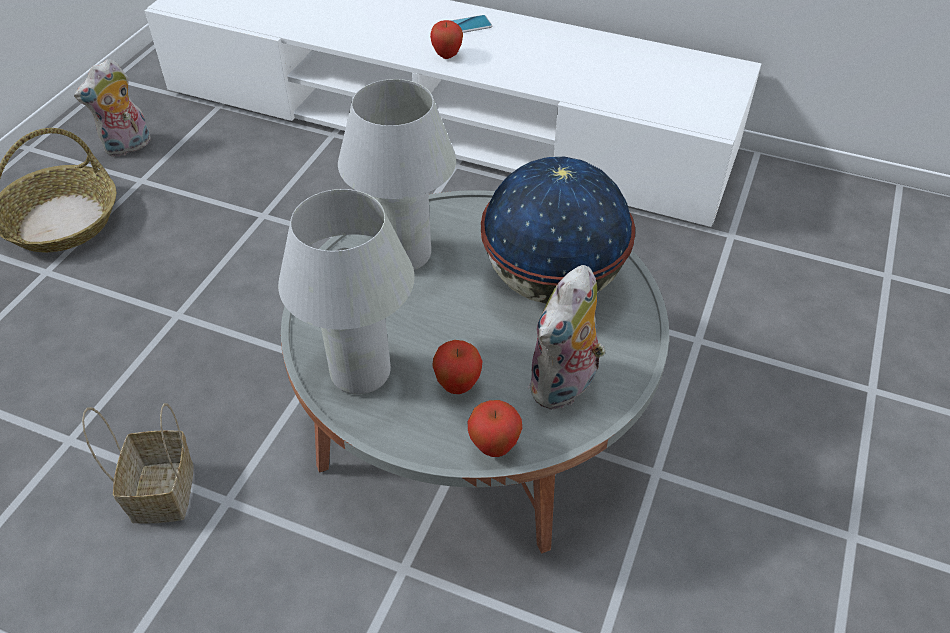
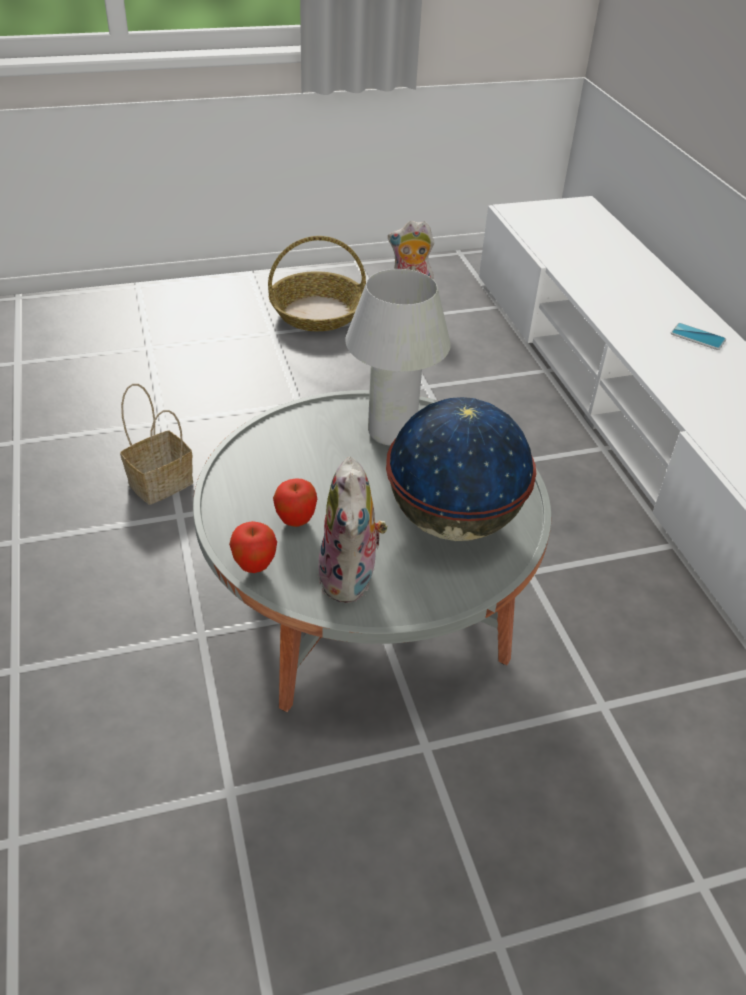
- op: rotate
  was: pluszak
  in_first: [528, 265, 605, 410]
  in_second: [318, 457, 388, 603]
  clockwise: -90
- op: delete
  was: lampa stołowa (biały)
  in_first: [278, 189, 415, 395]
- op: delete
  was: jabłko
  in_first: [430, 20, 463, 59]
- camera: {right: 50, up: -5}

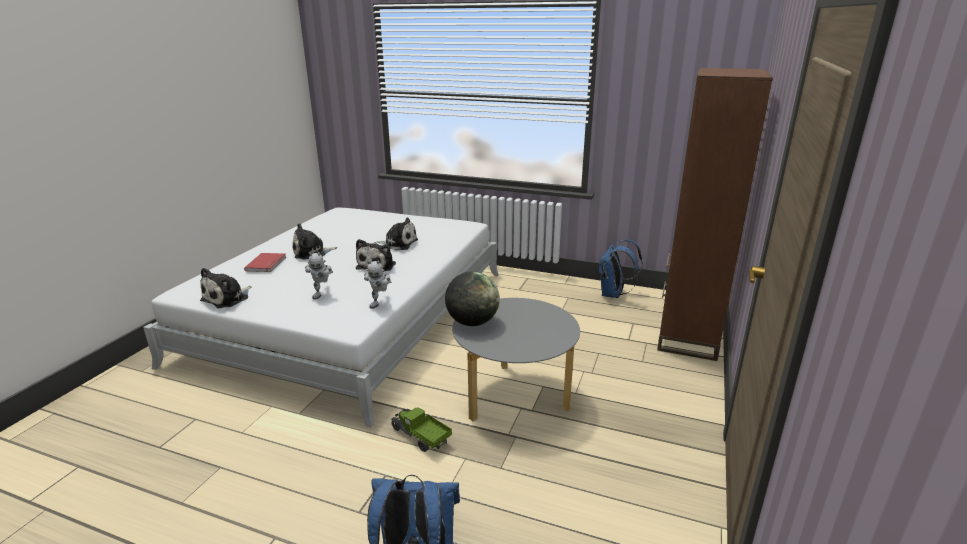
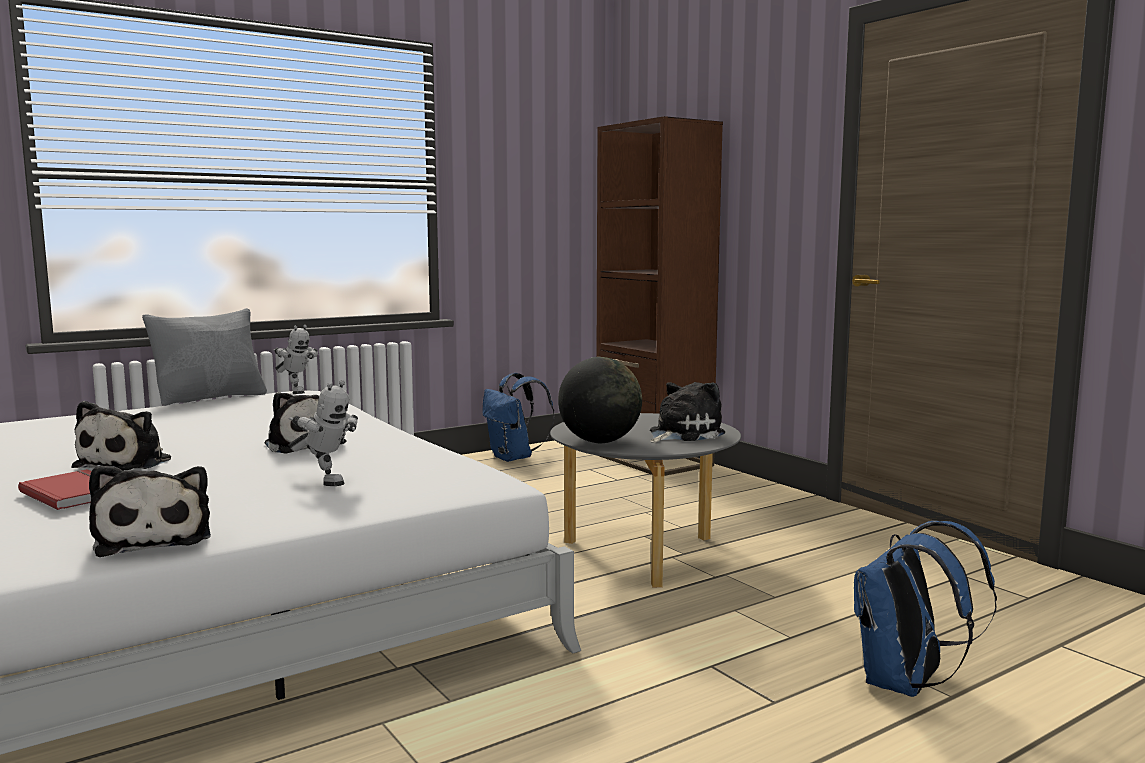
- op: insert
  now: poduszka (szary)
  in_second: [142, 308, 267, 406]
- op: move
  was: robot zabawkowy
  in_first: [364, 260, 392, 309]
  in_second: [273, 325, 318, 394]
- op: move
  was: pluszak
  in_first: [375, 217, 418, 250]
  in_second: [650, 382, 725, 443]
- op: delete
  was: ciężarówka zabawkowa
  in_first: [391, 407, 452, 452]
- camera: {right: -55, up: -15}

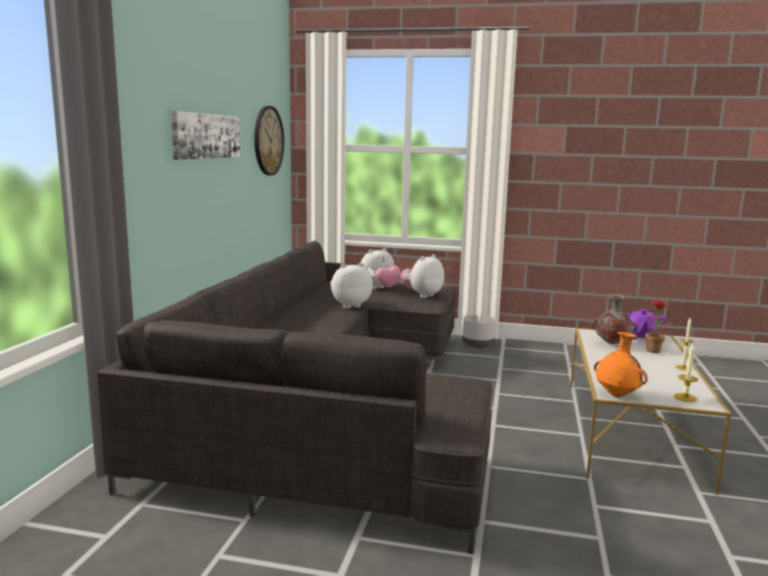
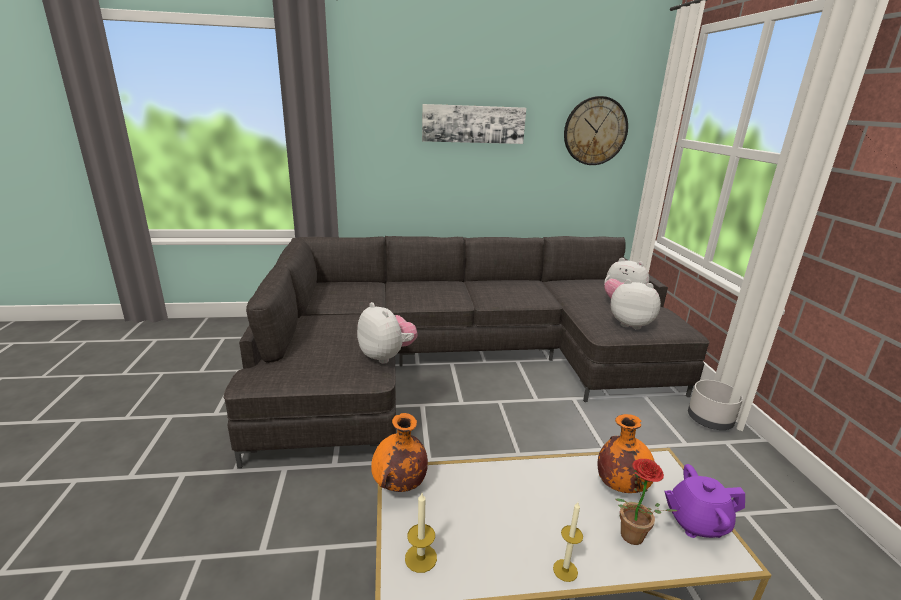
- op: move
  was: pluszak
  in_first: [330, 263, 373, 308]
  in_second: [357, 302, 417, 364]
- op: recolor
  was: wazon (szary)
  now: wazon (pomarańczowy)
  in_first: [592, 294, 637, 344]
  in_second: [597, 414, 655, 493]
- camera: {right: 70, up: 10}

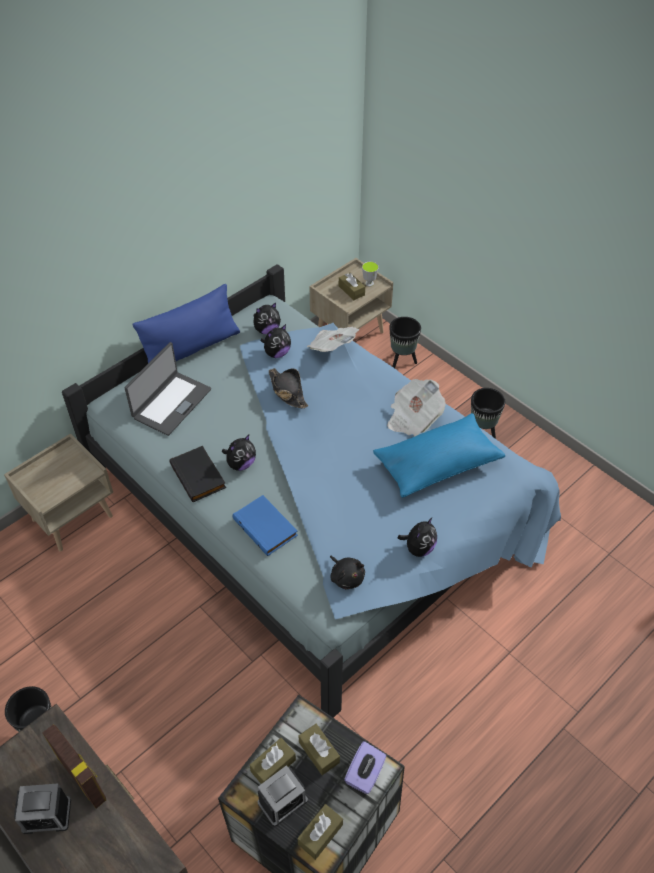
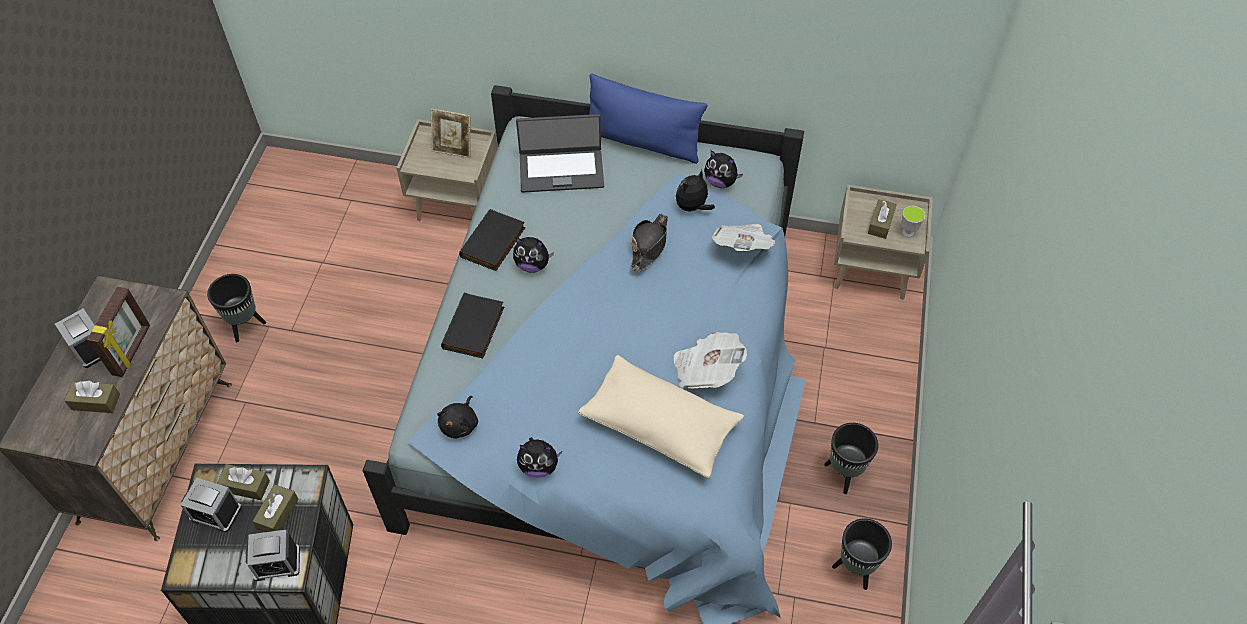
- op: move
  was: pudełko chusteczek (brązowy)
  in_first: [297, 804, 343, 860]
  in_second: [64, 381, 120, 413]
- op: replace
  was: pudełko chusteczek (fioletowy)
  now: budzik
  in_first: [344, 741, 386, 794]
  in_second: [246, 530, 300, 581]
- op: insert
  now: ramka na zdjęcie
  in_second: [431, 108, 470, 158]
- op: recolor
  was: książka (niebieski)
  now: książka (czarny)
  in_first: [233, 495, 298, 556]
  in_second: [441, 293, 504, 358]
- op: recolor
  was: poduszka (niebieski)
  now: poduszka (beżowy)
  in_first: [373, 413, 505, 498]
  in_second: [578, 355, 744, 479]
- op: rotate
  was: pluszak
  in_first: [261, 324, 291, 358]
  in_second: [676, 170, 715, 212]
  clockwise: 120
- op: move
  was: donica (czarny)
  in_first: [389, 317, 421, 368]
  in_second: [832, 518, 892, 590]
- camera: {right: 55, up: 5}

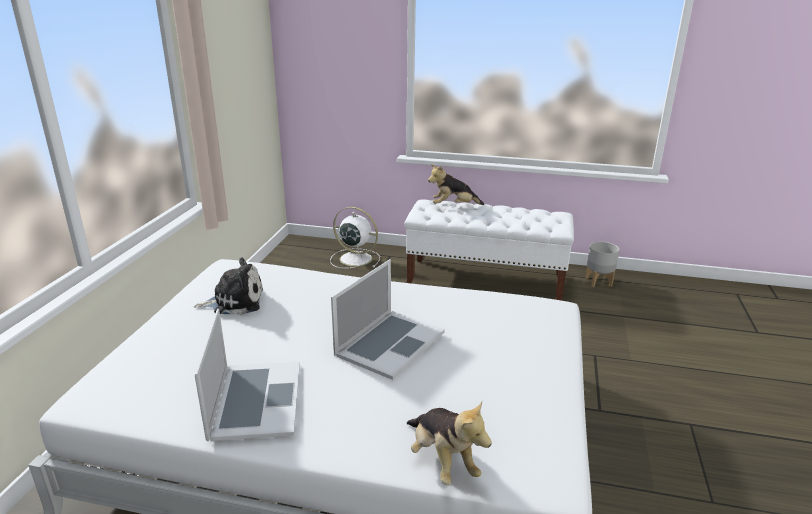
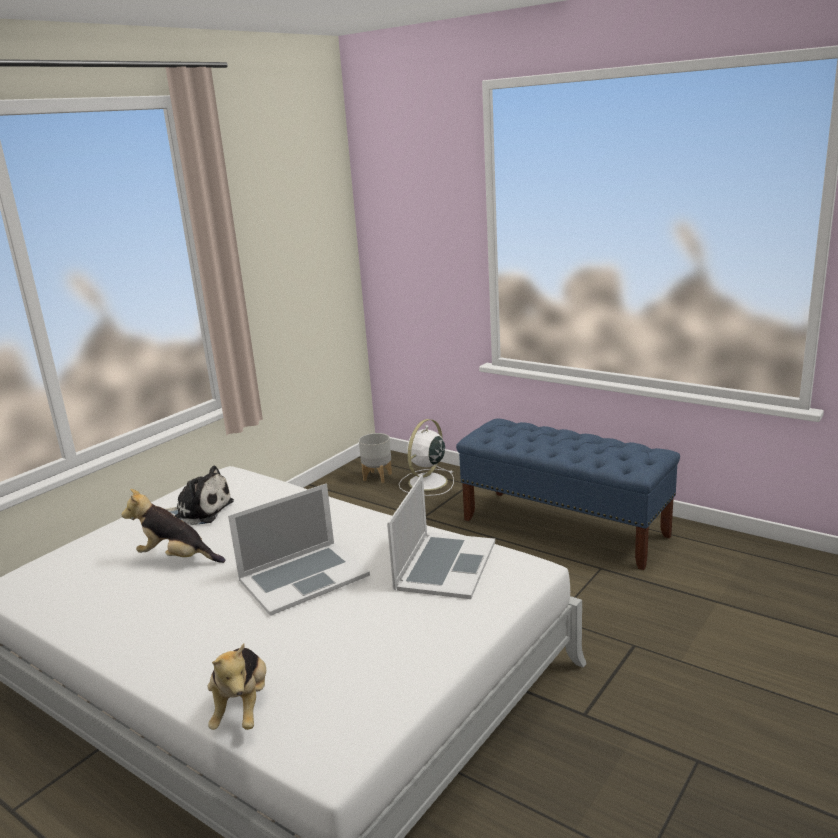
- op: move
  was: pluszak
  in_first: [428, 164, 484, 205]
  in_second: [121, 489, 225, 563]
- op: move
  was: donica (szary)
  in_first: [586, 241, 619, 287]
  in_second: [359, 433, 392, 483]
- op: move
  was: laptop
  in_first: [195, 309, 300, 441]
  in_second: [387, 474, 495, 599]
- op: rotate
  was: wentylator (biały)
  in_first: [330, 207, 380, 268]
  in_second: [399, 419, 454, 496]
  clockwise: -105
- op: recolor
  was: ławka (biały)
  now: ławka (niebieski)
  in_first: [404, 200, 574, 301]
  in_second: [456, 419, 680, 570]
- camera: {right: 25, up: -5}

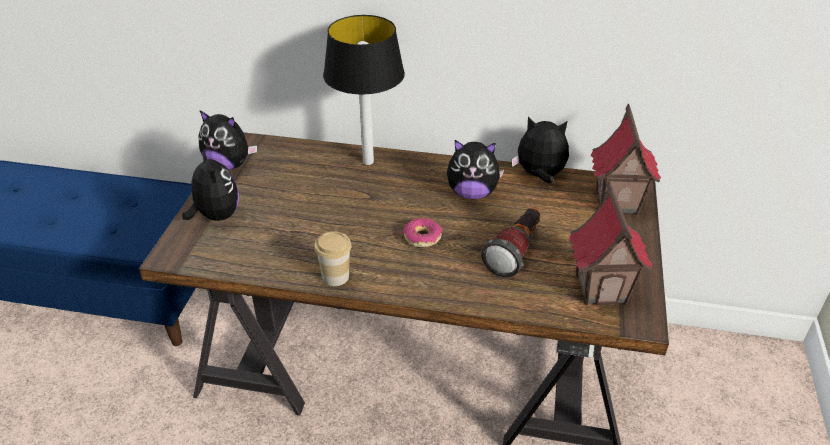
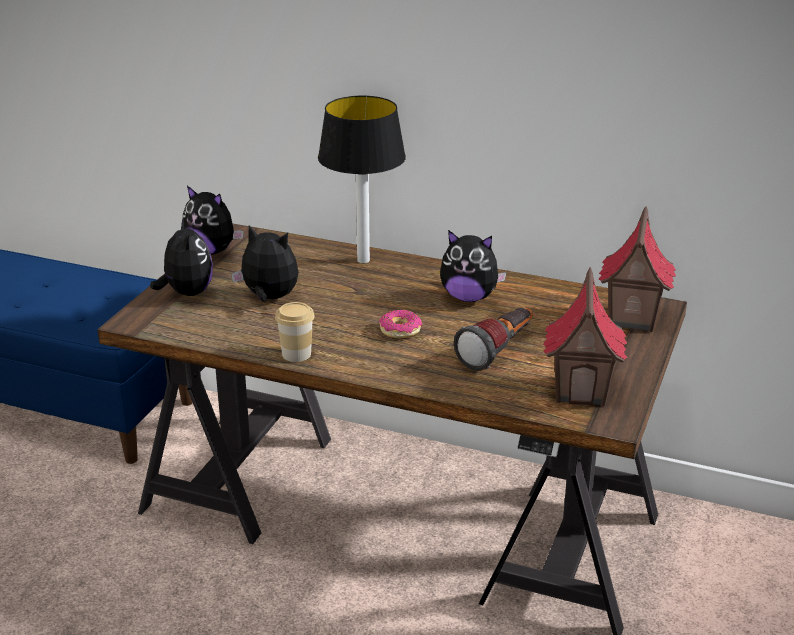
- op: move
  was: pluszak
  in_first: [511, 116, 569, 183]
  in_second: [231, 225, 299, 302]
- camera: {right: 10, up: -10}

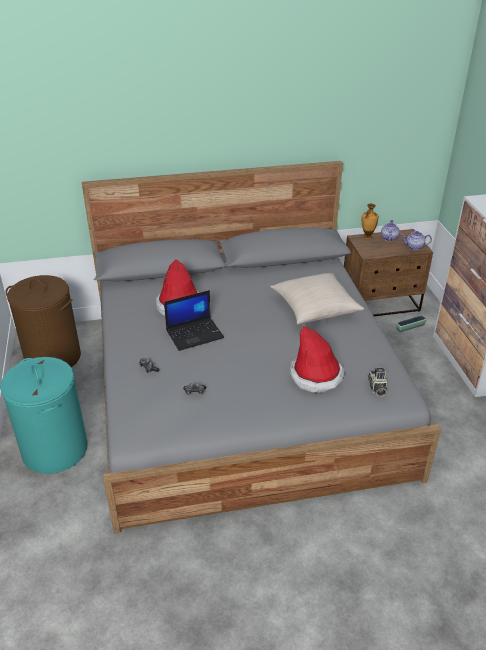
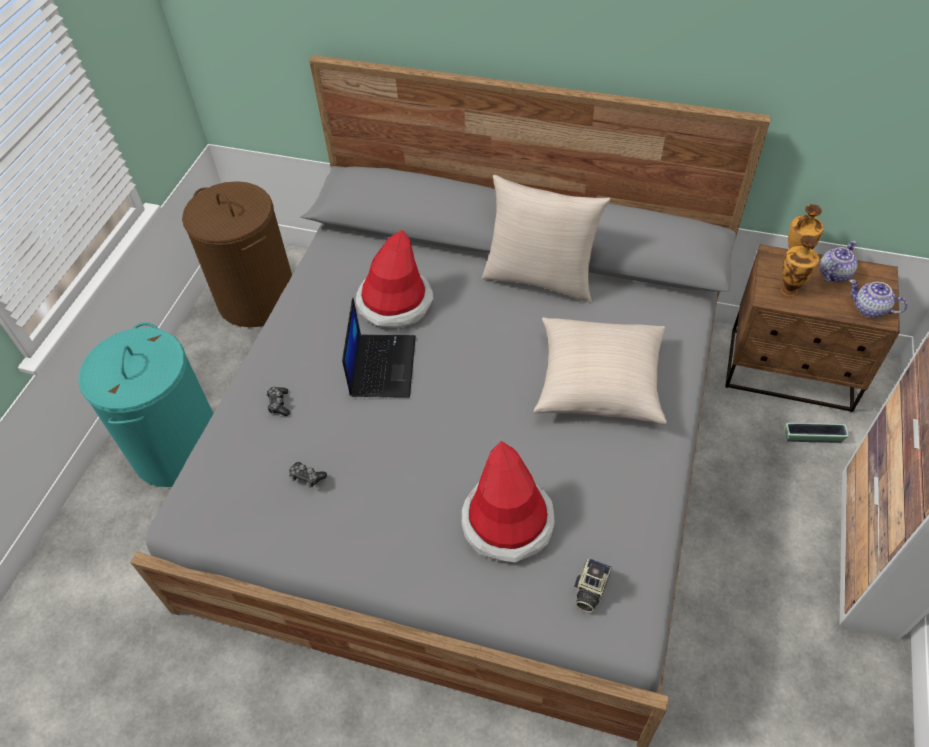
- op: rotate
  was: laptop
  in_first: [164, 290, 224, 351]
  in_second: [342, 297, 416, 398]
  clockwise: -90
- op: insert
  now: poduszka (beżowy)
  in_second: [482, 175, 610, 304]
- op: insert
  now: wazon
  in_second: [781, 235, 819, 297]
- camera: {right: 30, up: 15}

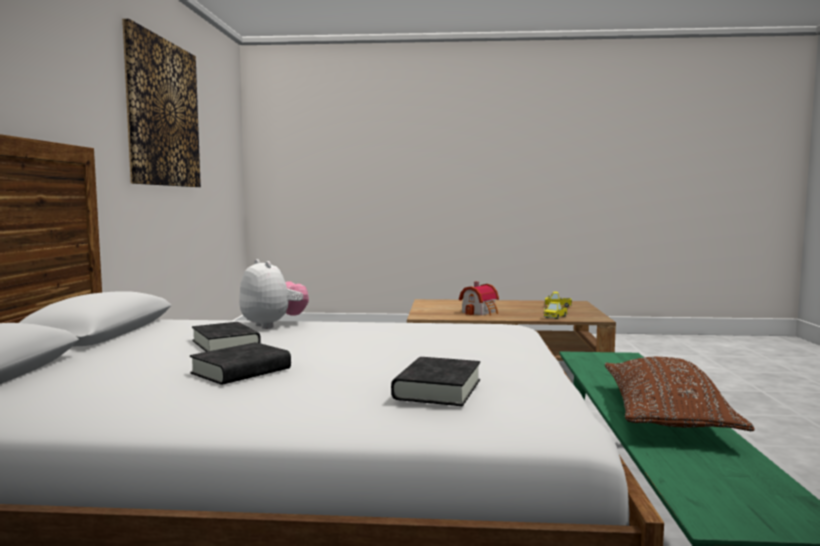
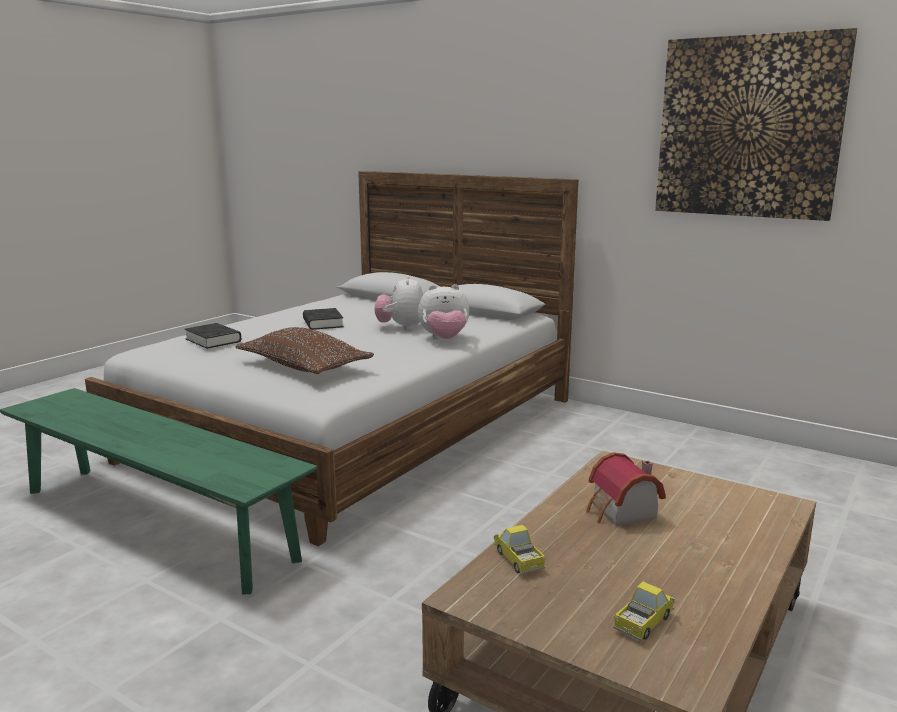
- op: move
  was: poduszka (brązowy)
  in_first: [605, 357, 755, 431]
  in_second: [236, 327, 374, 374]
- op: replace
  was: książka (czarny)
  now: pluszak
  in_first: [192, 322, 261, 352]
  in_second: [374, 275, 423, 330]
- camera: {right: 120, up: 10}

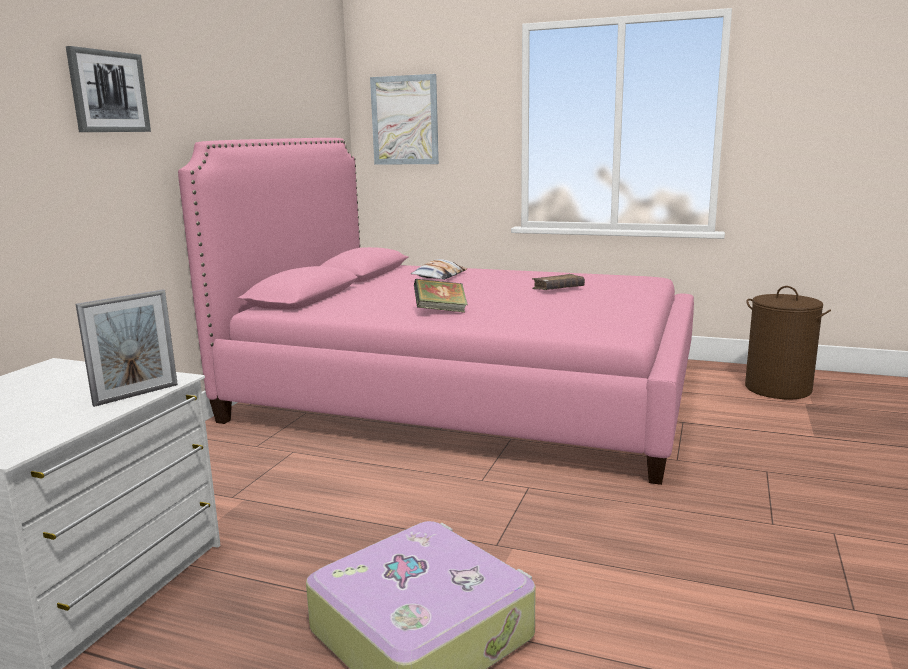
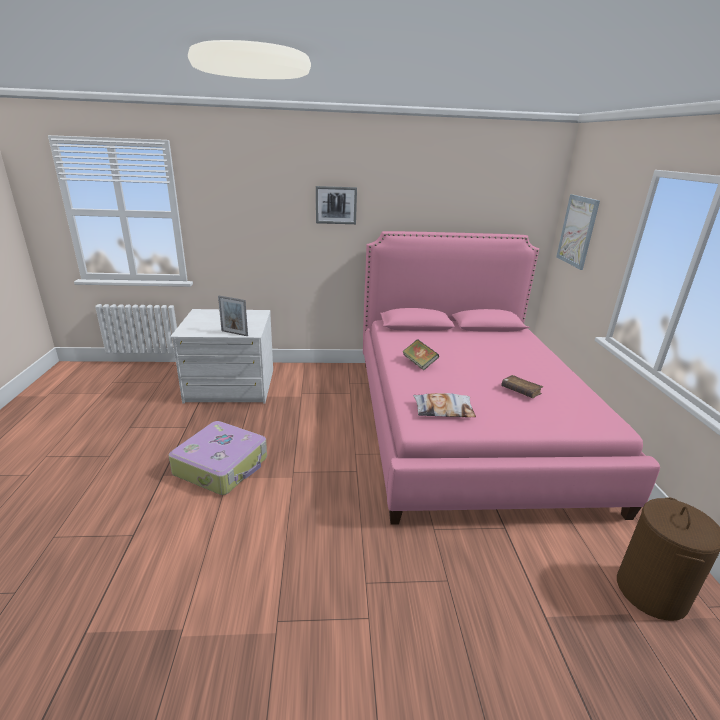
- op: move
  was: poduszka
  in_first: [411, 259, 467, 280]
  in_second: [413, 393, 476, 417]
- camera: {right: 65, up: 10}

